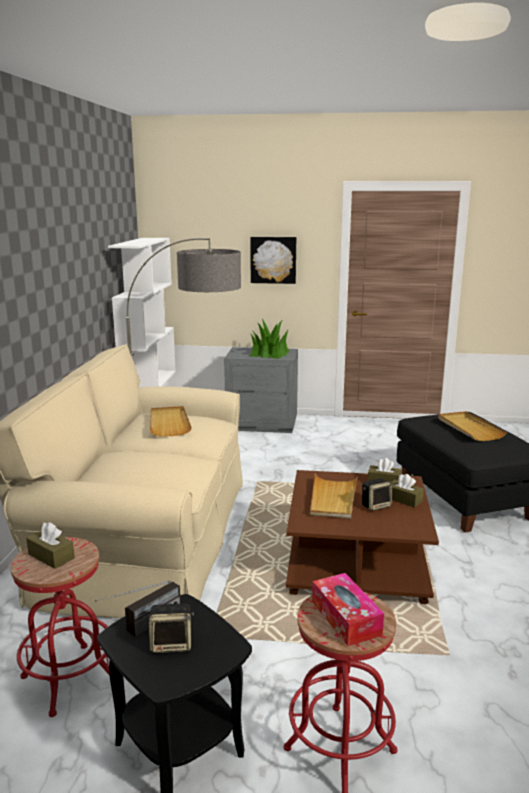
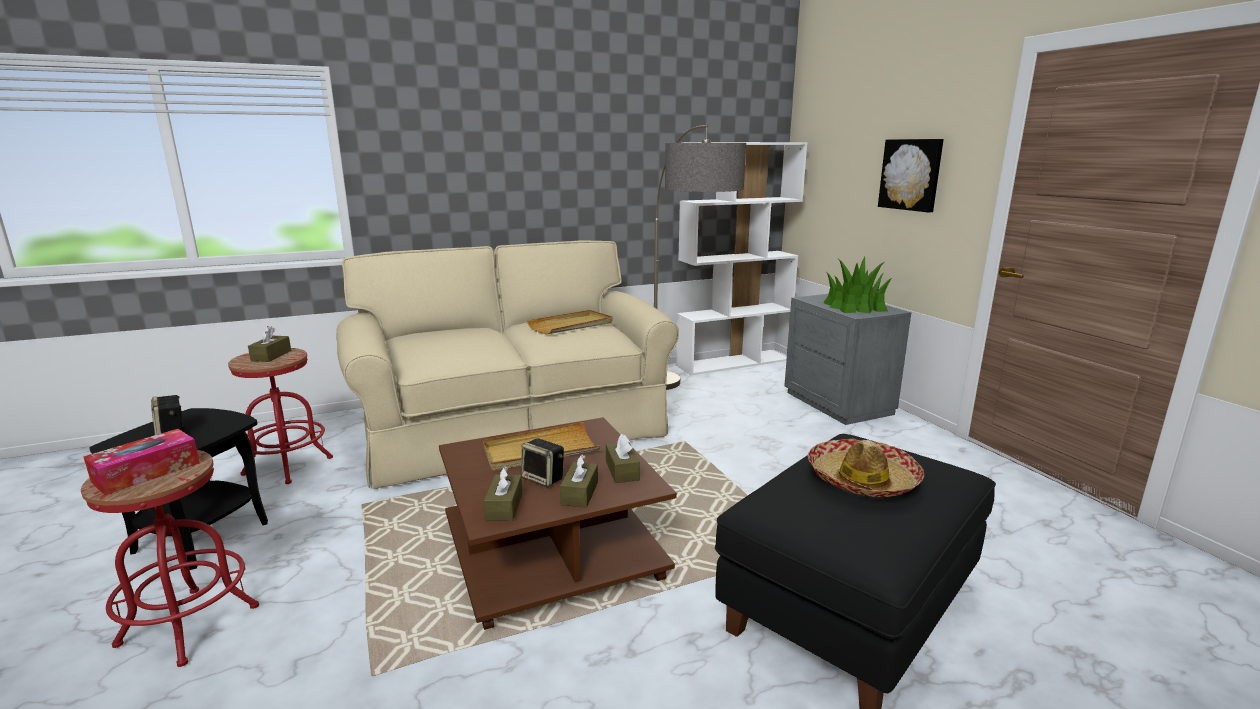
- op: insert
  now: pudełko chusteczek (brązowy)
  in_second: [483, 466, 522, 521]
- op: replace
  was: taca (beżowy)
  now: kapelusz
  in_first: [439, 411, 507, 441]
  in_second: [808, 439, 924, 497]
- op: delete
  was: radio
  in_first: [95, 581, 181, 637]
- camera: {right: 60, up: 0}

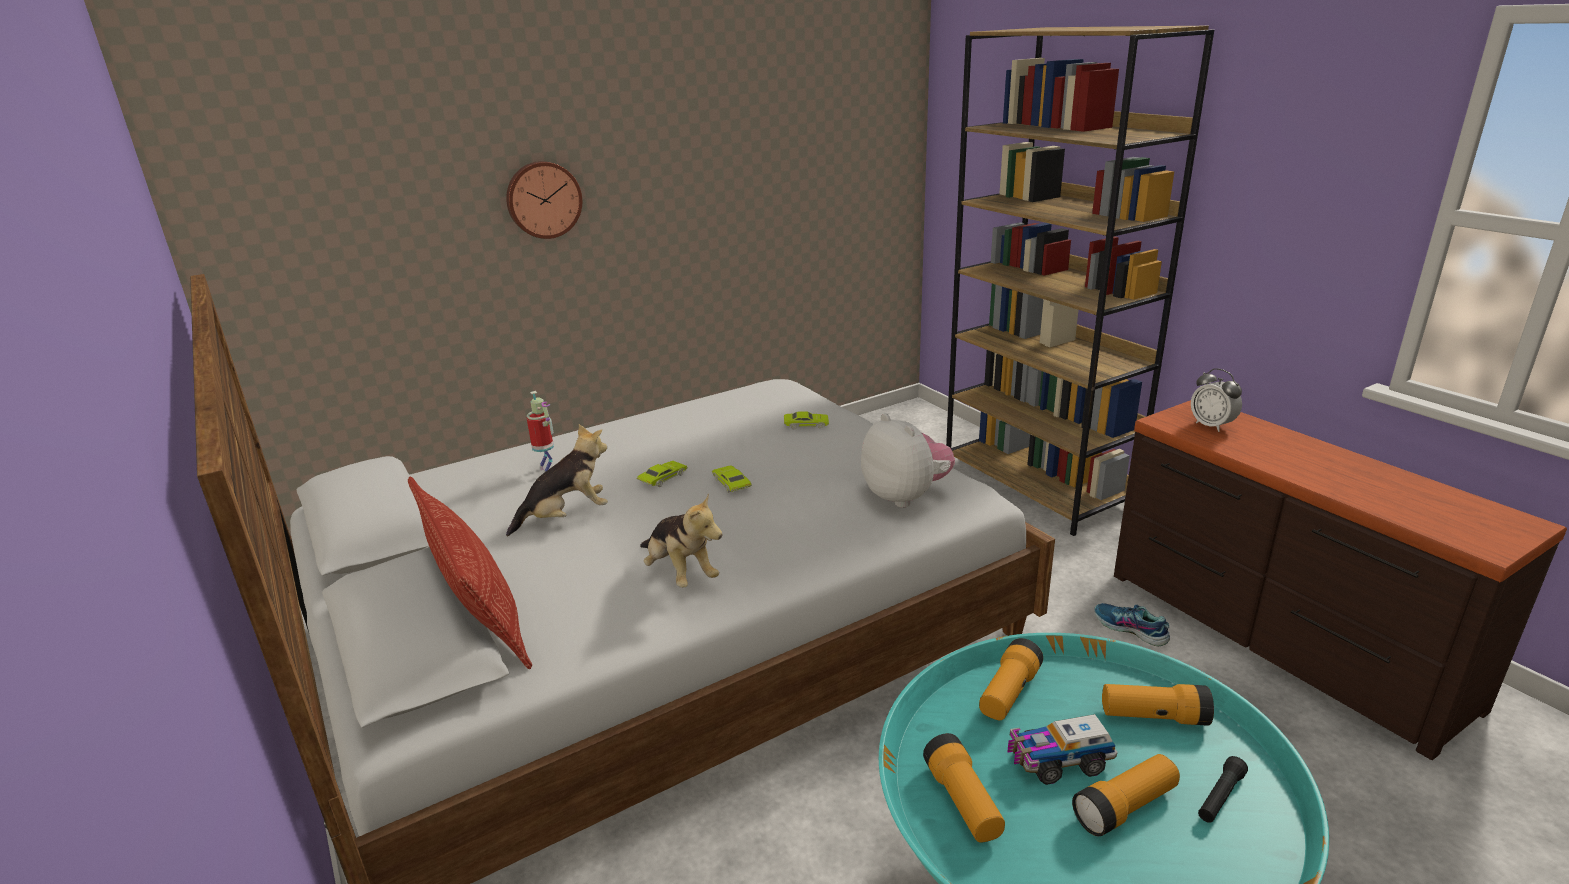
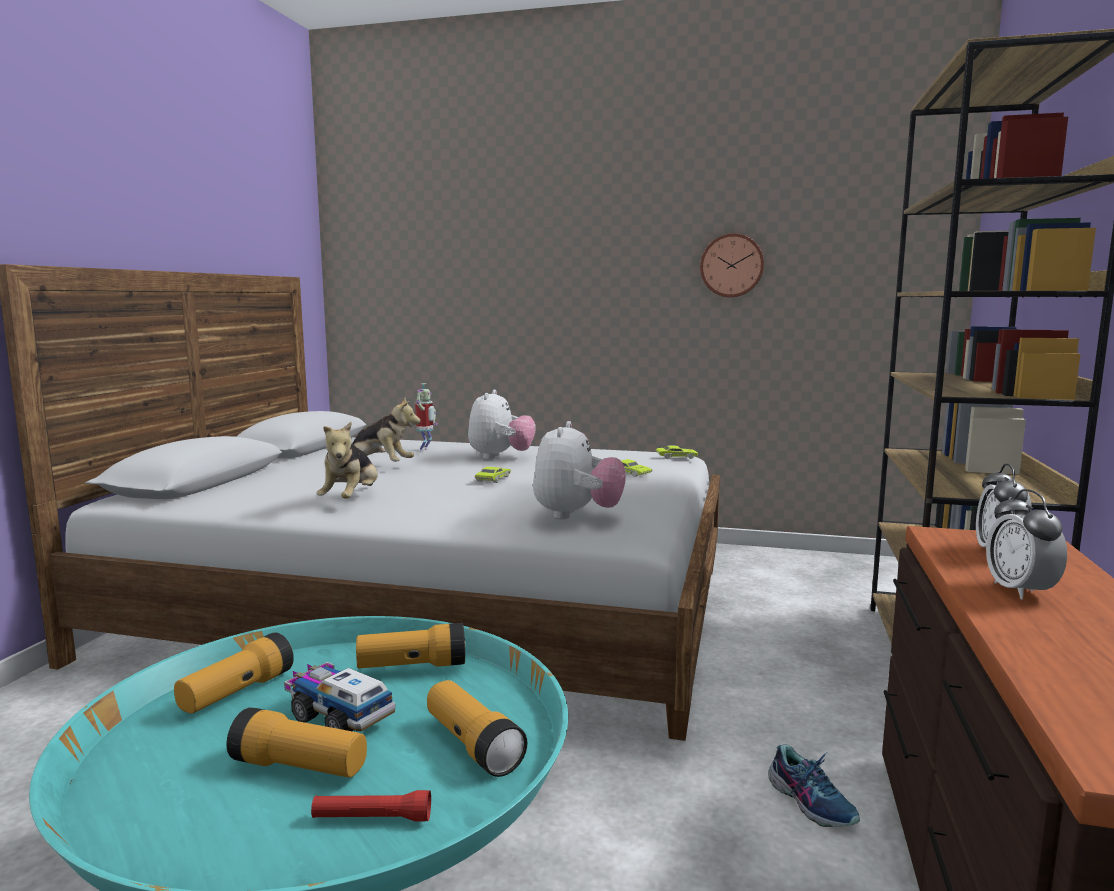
- op: recolor
  was: latarka (czarny)
  now: latarka (czerwony)
  in_first: [1198, 756, 1248, 823]
  in_second: [311, 790, 431, 822]
- op: insert
  now: pluszak
  in_second: [468, 390, 536, 459]
- op: move
  was: samochodzik (zielony)
  in_first: [637, 461, 688, 487]
  in_second: [655, 446, 699, 459]
- op: move
  was: zegar ścienny
  in_first: [506, 161, 582, 239]
  in_second: [700, 233, 764, 297]
- op: rotate
  was: but
  in_first: [1094, 603, 1170, 647]
  in_second: [768, 744, 860, 827]
  clockwise: 150
- op: insert
  now: budzik
  in_second: [986, 489, 1067, 599]
- op: delete
  was: poduszka
  in_first: [408, 477, 532, 669]
- camera: {right: 45, up: -15}

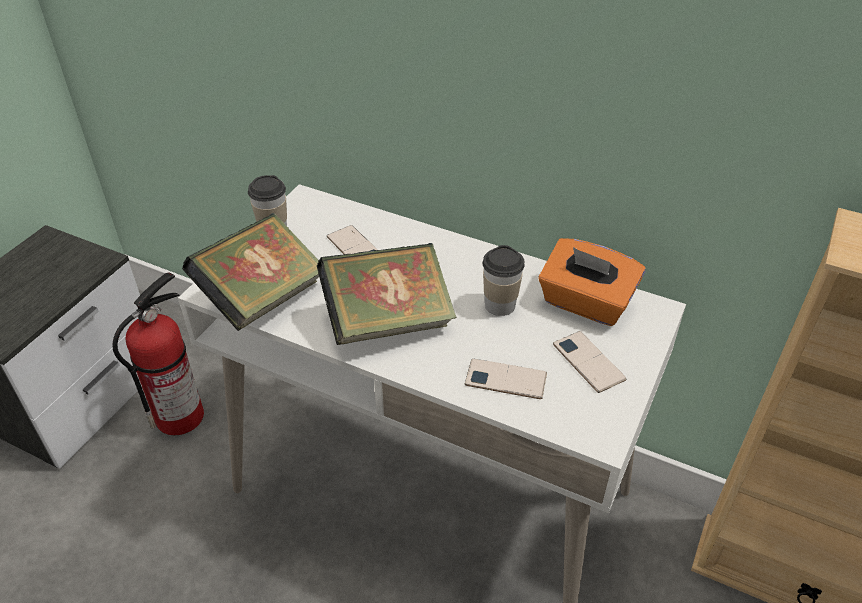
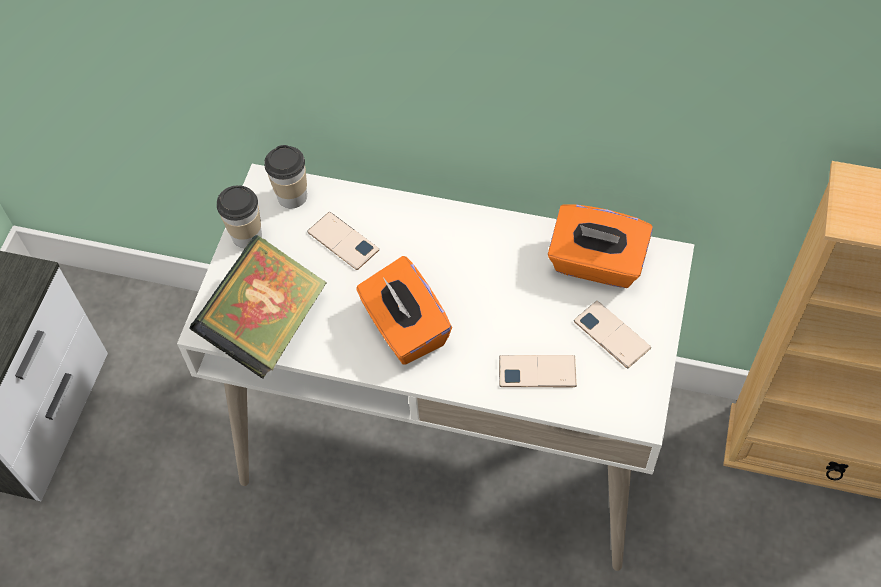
- op: move
  was: filiżanka
  in_first: [483, 245, 524, 316]
  in_second: [264, 145, 307, 208]
- op: replace
  was: książka
  now: pudełko chusteczek (pomarańczowy)
  in_first: [317, 243, 457, 345]
  in_second: [356, 256, 452, 364]
- op: delete
  was: gaśnica
  in_first: [113, 273, 204, 435]
- camera: {right: -10, up: 15}

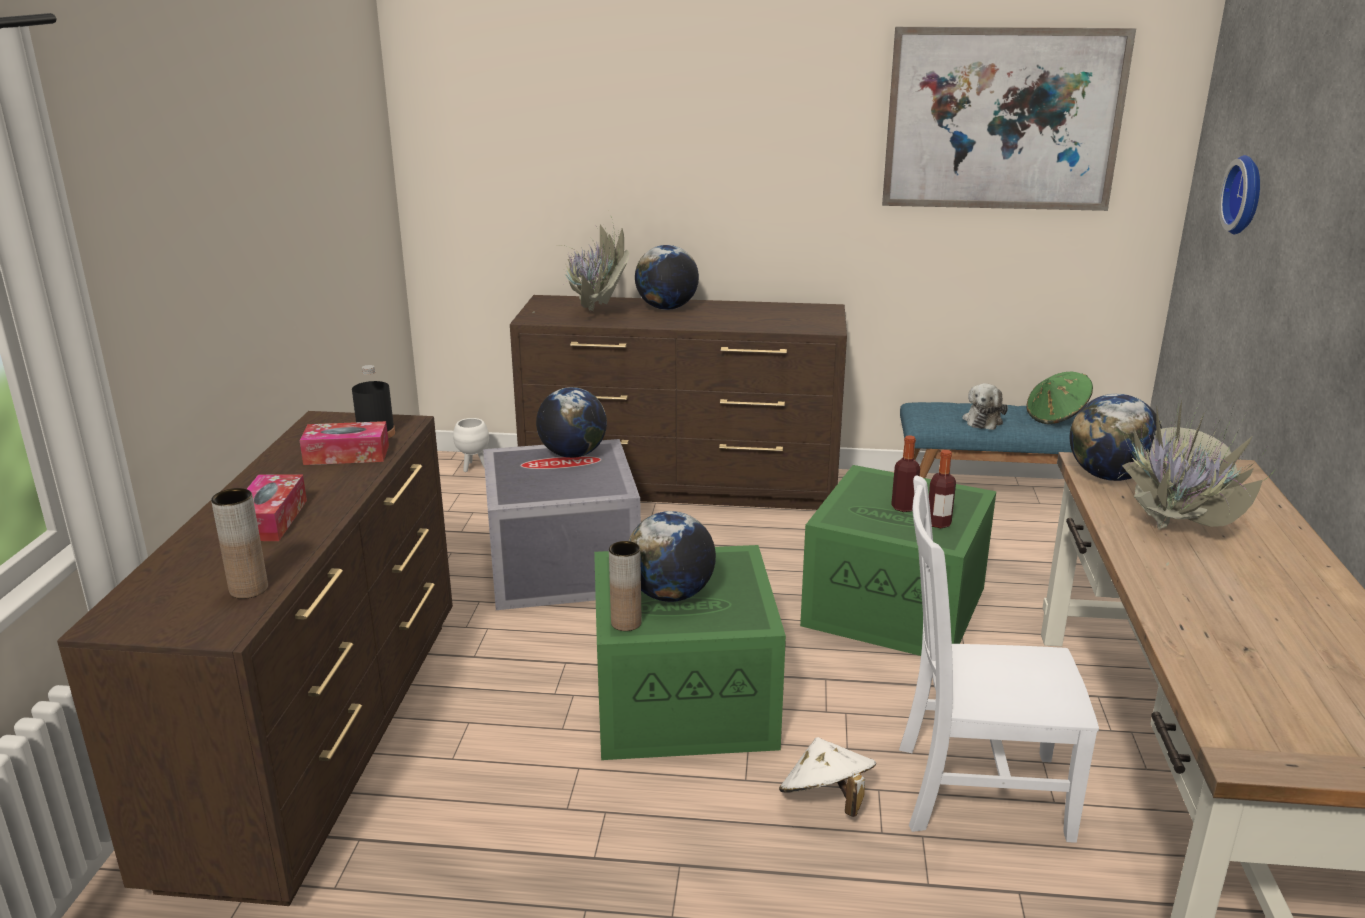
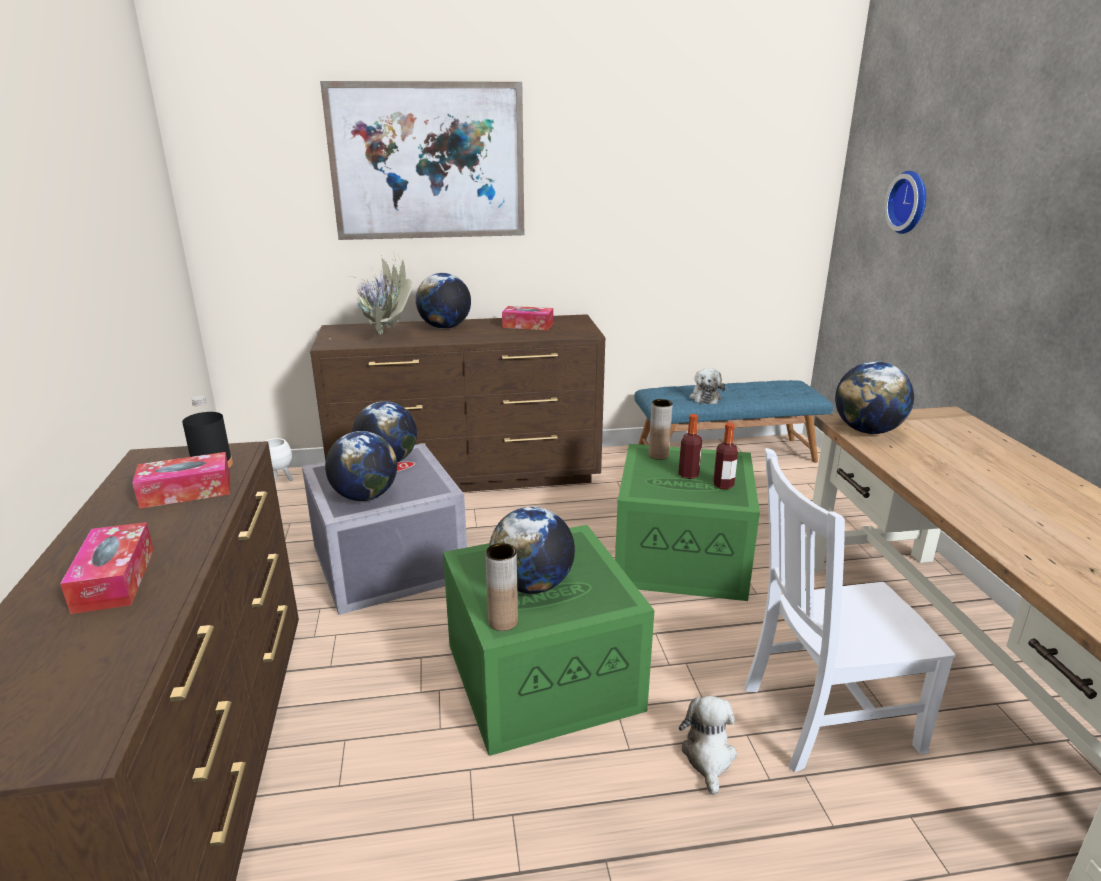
- op: move
  was: obraz
  in_first: [882, 27, 1136, 211]
  in_second: [320, 81, 524, 240]
- op: insert
  now: globus
  in_second: [325, 431, 397, 501]
- op: insert
  now: pudełko chusteczek
  in_second: [502, 306, 553, 330]
- op: move
  was: wazon (brązowy)
  in_first: [211, 488, 268, 599]
  in_second: [649, 399, 673, 460]
- op: replace
  was: kapelusz (biały)
  now: pluszak
  in_first: [779, 737, 876, 817]
  in_second: [679, 696, 737, 795]
- op: delete
  was: kapelusz (zielony)
  in_first: [1026, 372, 1093, 424]
- op: delete
  was: roślina doniczkowa
  in_first: [1120, 390, 1275, 566]
- camera: {right: -15, up: 0}

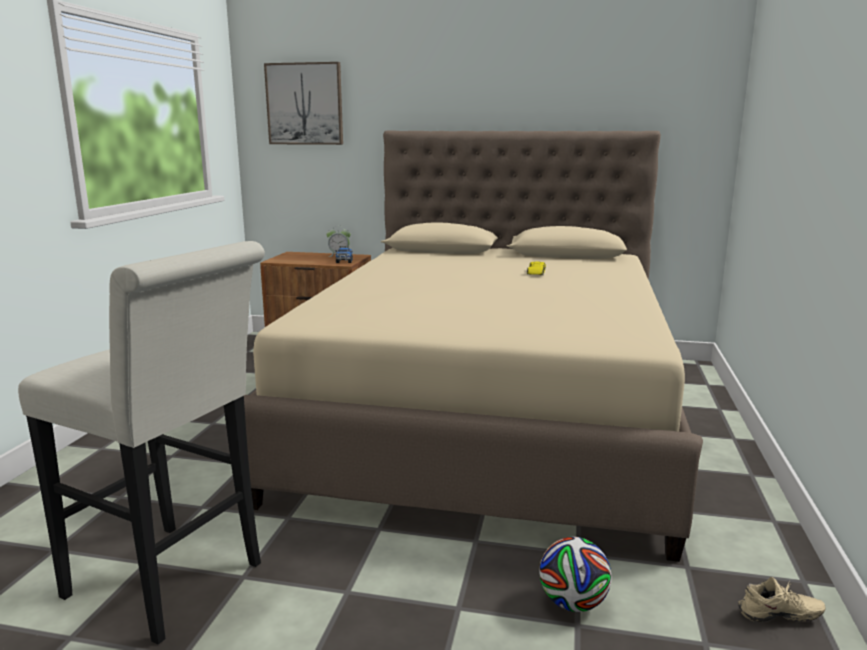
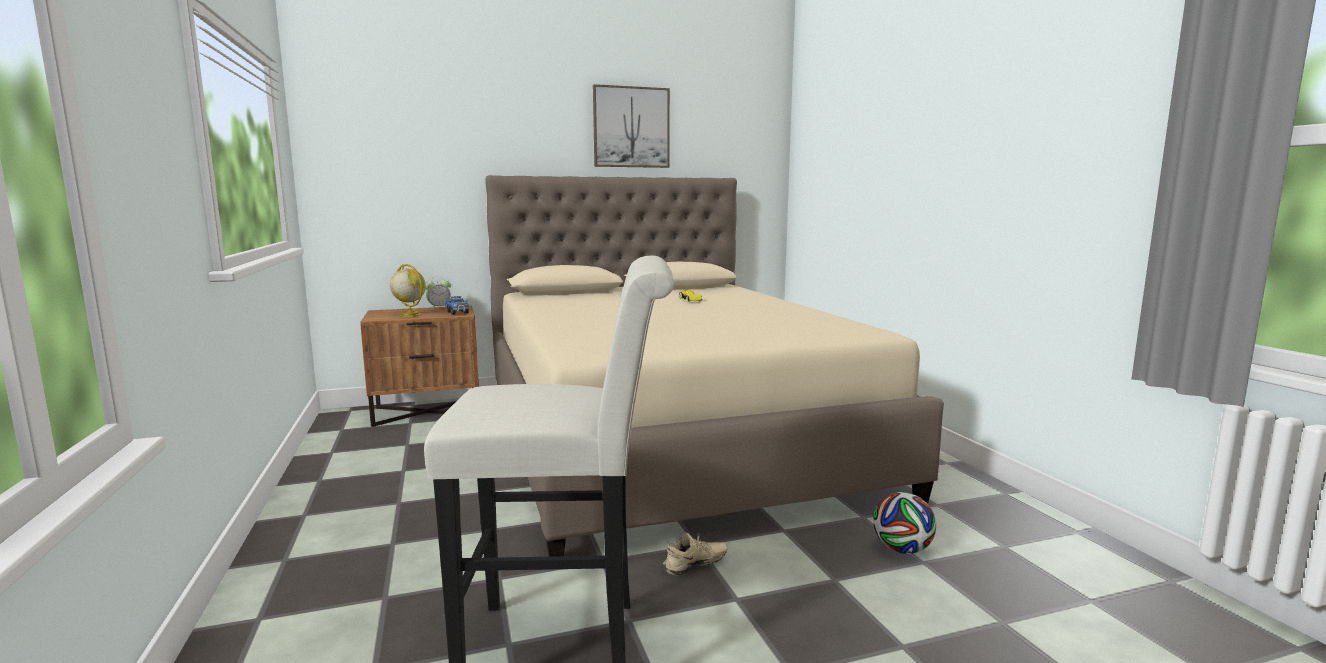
- op: insert
  now: globus
  in_second: [390, 264, 426, 317]
- op: move
  was: obraz
  in_first: [264, 62, 343, 145]
  in_second: [593, 84, 670, 168]
- op: move
  was: but (beżowy)
  in_first: [738, 577, 825, 622]
  in_second: [663, 532, 727, 576]
- camera: {right: -30, up: -5}

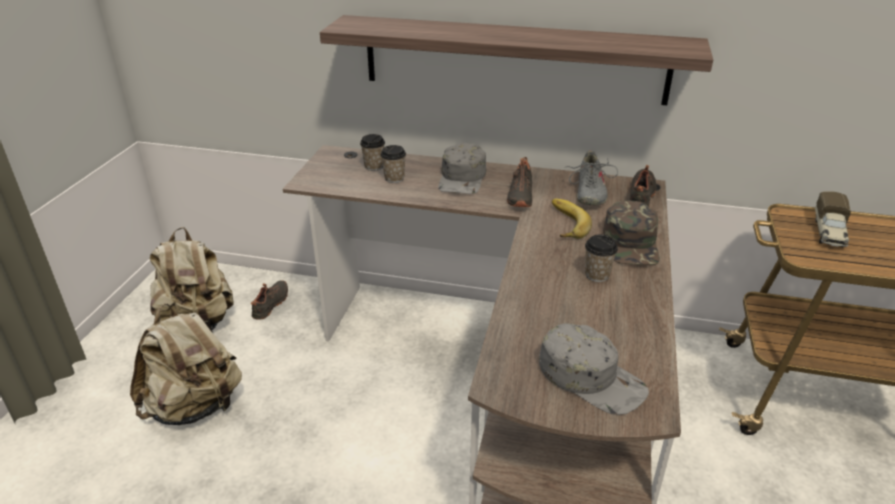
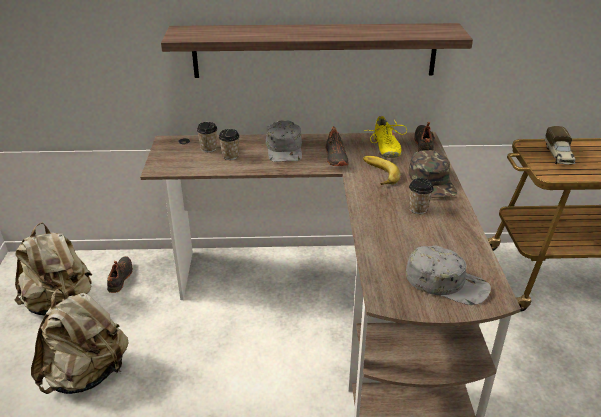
- op: recolor
  was: but (szary)
  now: but (żółty)
  in_first: [566, 151, 618, 206]
  in_second: [365, 116, 407, 158]
- camera: {right: -15, up: 0}

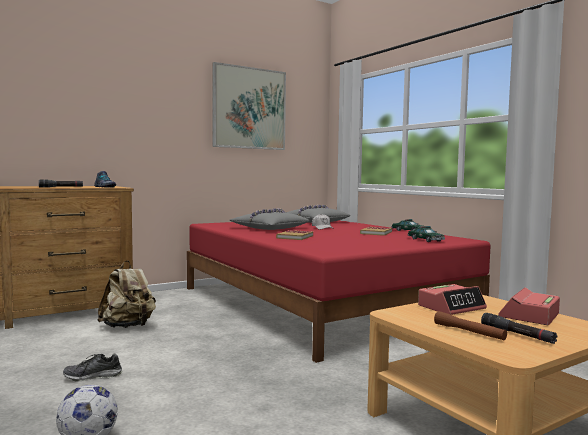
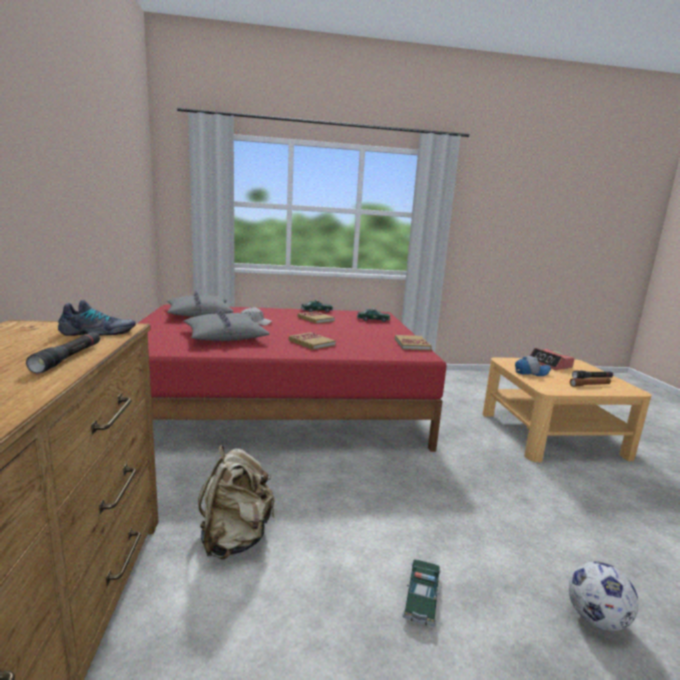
- op: insert
  now: książka
  in_second: [395, 335, 432, 350]
- op: replace
  was: but
  now: samochodzik
  in_first: [63, 353, 122, 382]
  in_second: [402, 559, 441, 627]
- op: replace
  was: budzik
  now: czapka z daszkiem
  in_first: [418, 284, 487, 315]
  in_second: [515, 356, 551, 376]
- op: delete
  was: obraz
  in_first: [213, 62, 286, 150]
- camera: {right: -65, up: 10}

